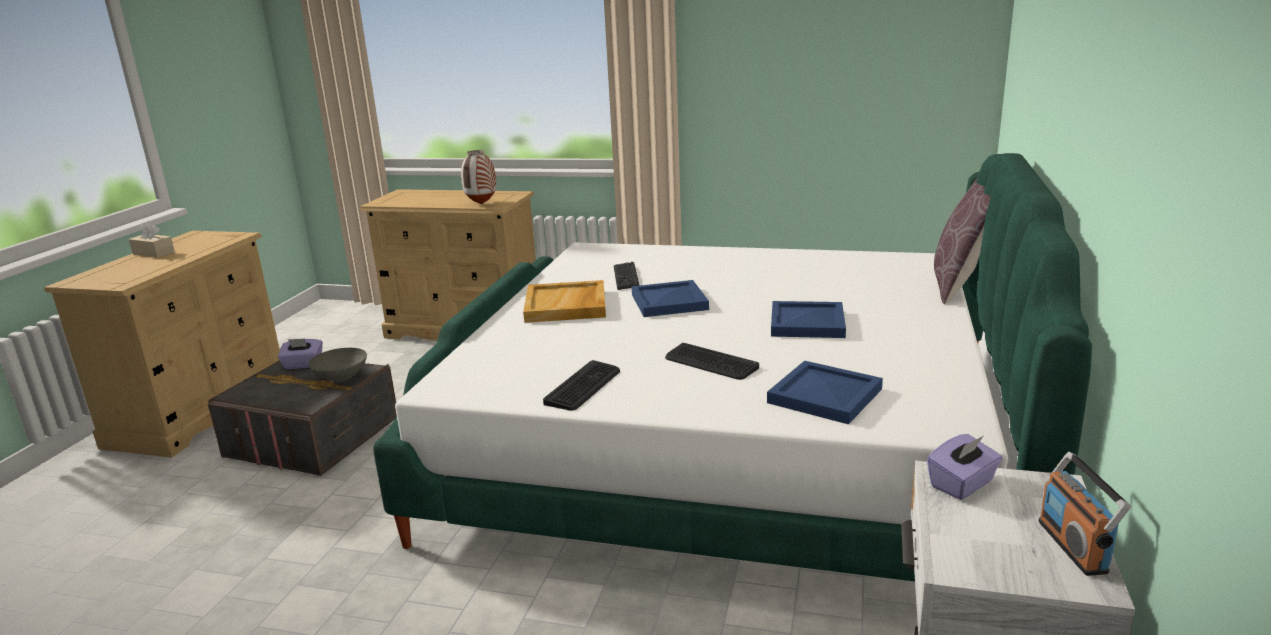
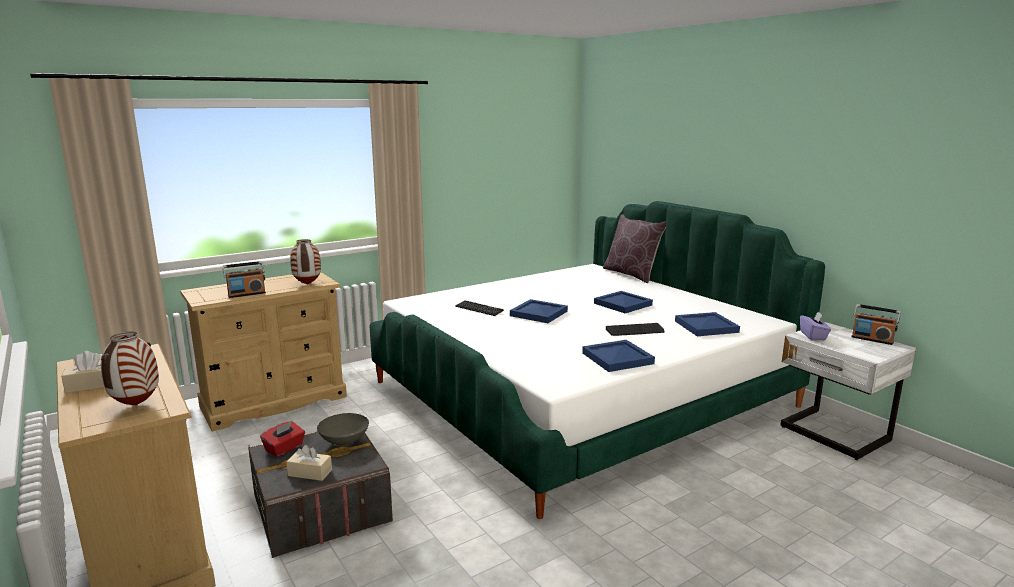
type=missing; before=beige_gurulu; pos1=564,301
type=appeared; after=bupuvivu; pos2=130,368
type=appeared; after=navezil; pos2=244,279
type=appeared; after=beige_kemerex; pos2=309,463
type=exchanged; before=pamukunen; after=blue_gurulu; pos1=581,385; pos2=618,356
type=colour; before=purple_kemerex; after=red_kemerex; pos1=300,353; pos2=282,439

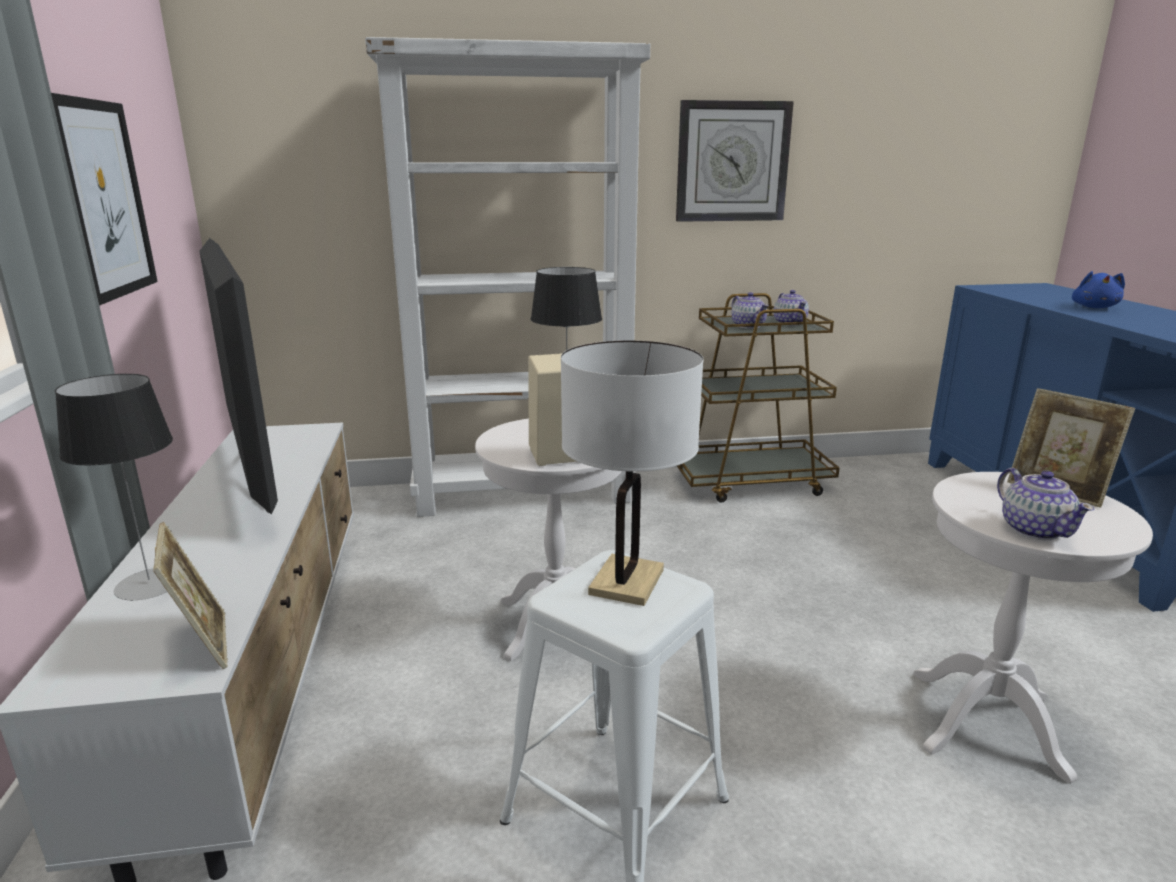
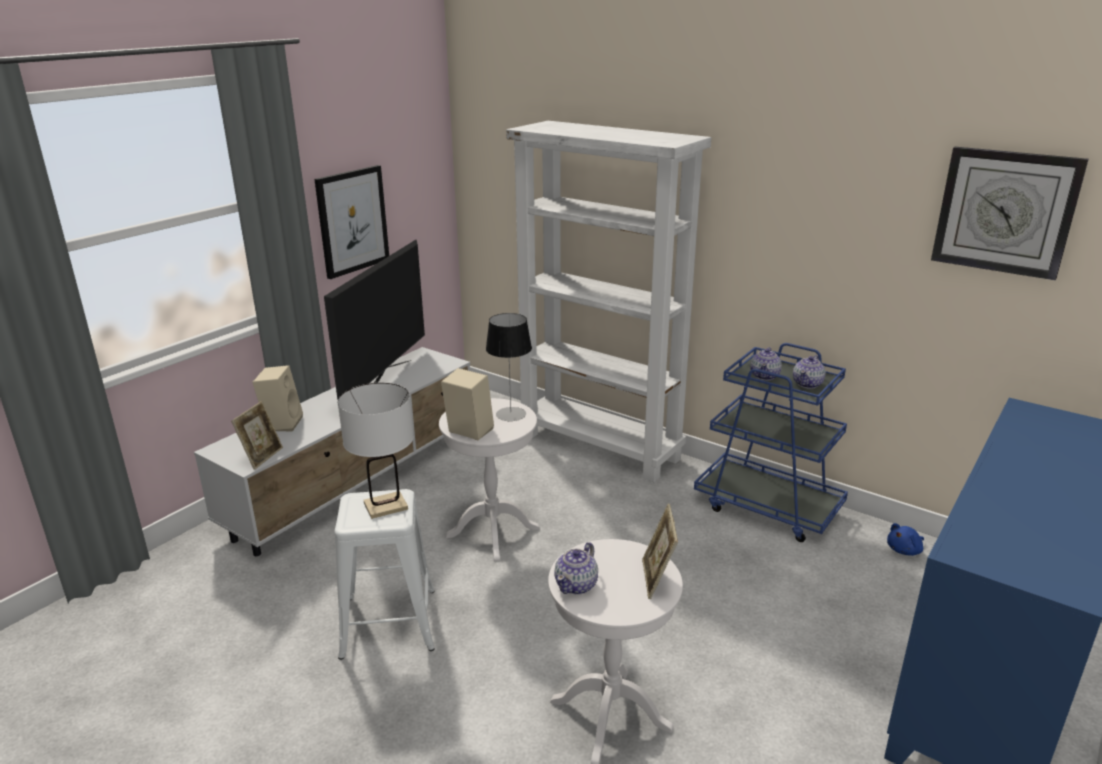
type=relocated; before=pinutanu; pos1=735,161; pos2=1010,214
type=relocated; before=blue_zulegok; pos1=1098,289; pos2=905,539
type=exchanged; before=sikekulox; after=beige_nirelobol; pos1=114,487; pos2=277,398
type=colour; before=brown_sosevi; after=blue_sosevi; pos1=758,398; pos2=771,442

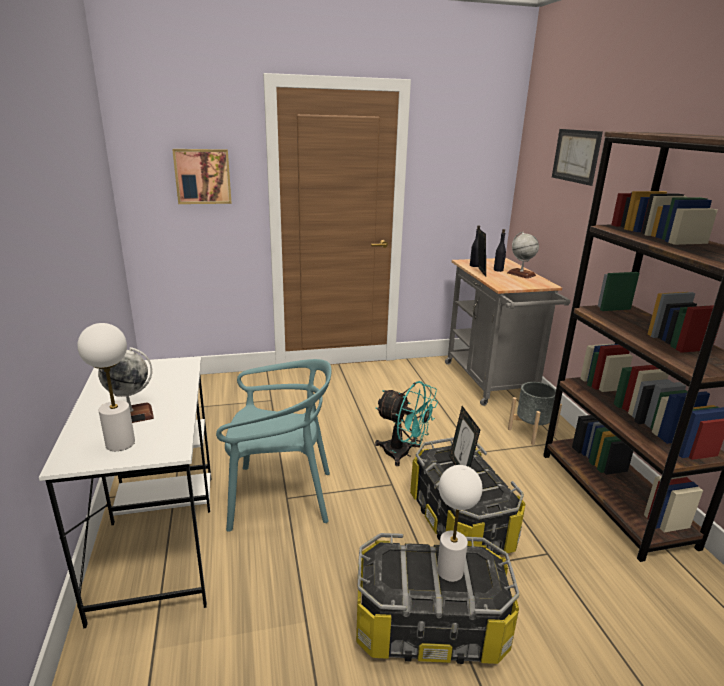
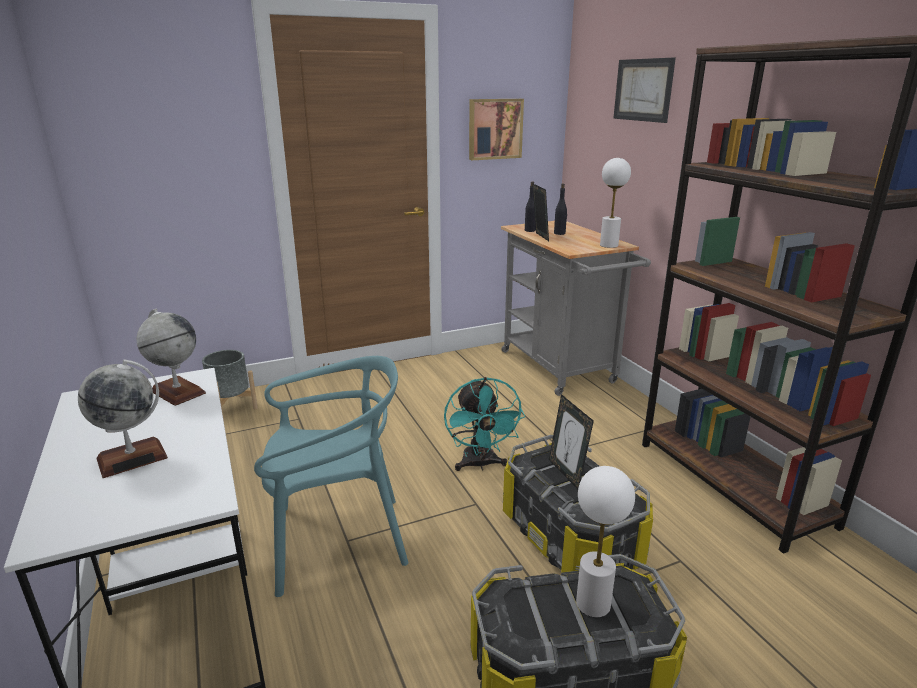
type=relocated; before=white_sikekulox; pos1=106,387; pos2=615,203
type=relocated; before=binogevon; pos1=202,176; pos2=496,129
type=relocated; before=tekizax; pos1=523,255; pos2=171,357
type=relocated; before=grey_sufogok; pos1=535,413; pos2=230,385
type=spun; before=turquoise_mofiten; pos1=406,423; pos2=484,424; turn=60

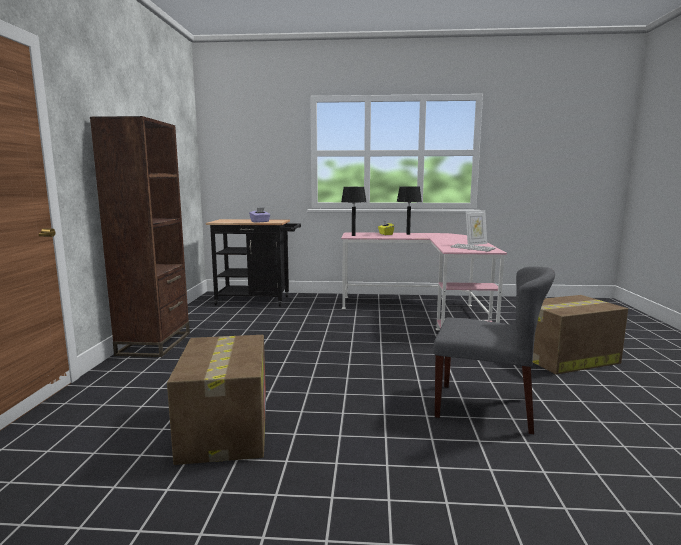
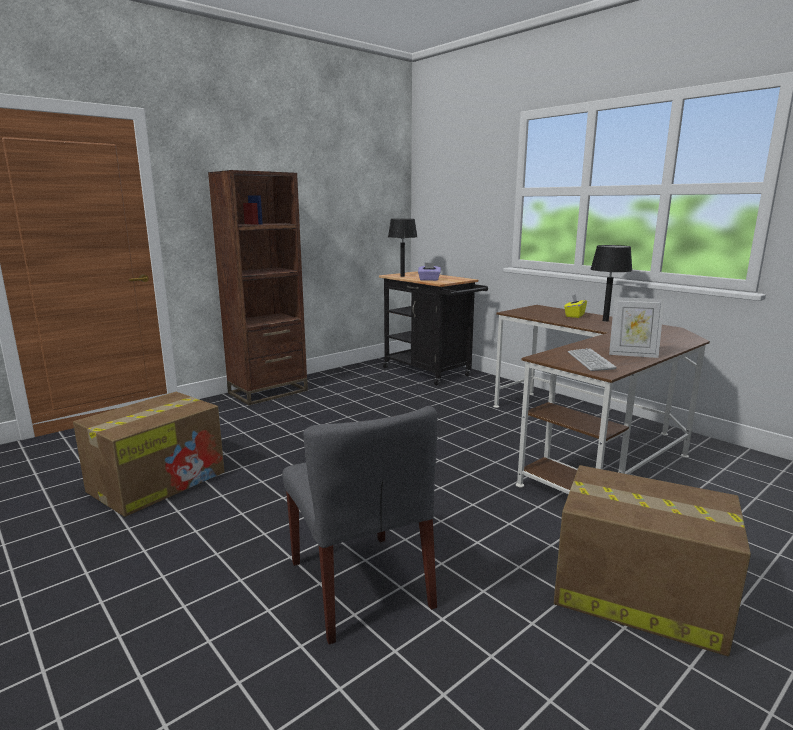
type=relocated; before=black_sikekulox; pos1=353,211; pos2=402,248
type=colour; before=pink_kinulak; after=brown_kinulak; pos1=424,281; pos2=601,399

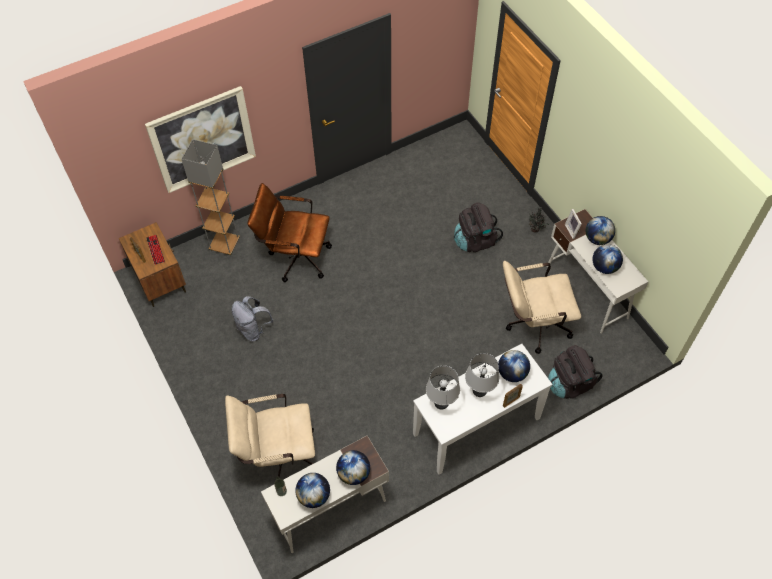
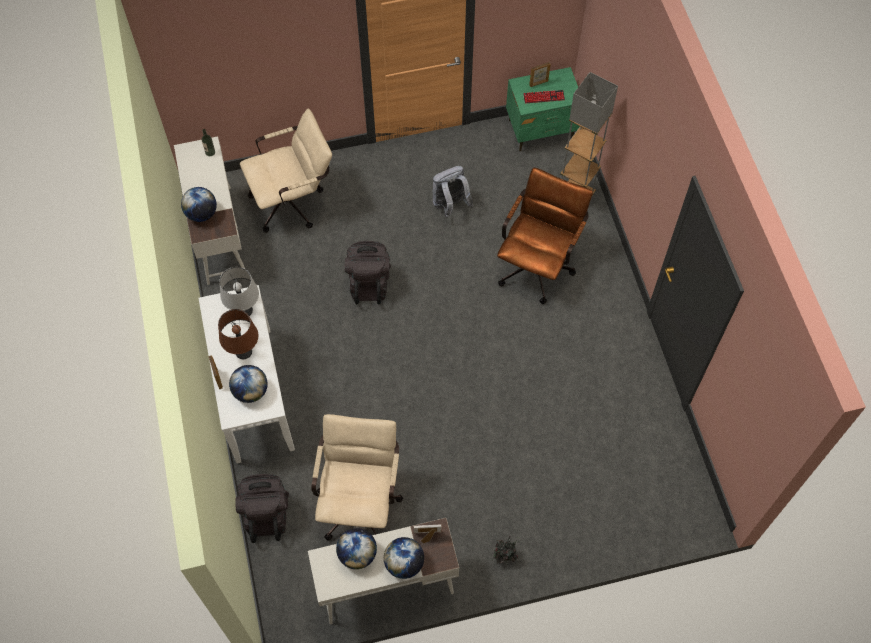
type=missing; before=binogevon; pos1=200,139
type=missing; before=tekizax; pos1=312,490
type=relocated; before=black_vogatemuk; pos1=478,227; pos2=368,272
type=colour; before=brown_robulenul; after=green_robulenul; pos1=152,264; pos2=543,109
type=colour; before=grey_sikekulox; after=brown_sikekulox; pos1=482,375; pos2=238,334
type=spun; before=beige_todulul; pos1=270,436; pos2=286,171; turn=60

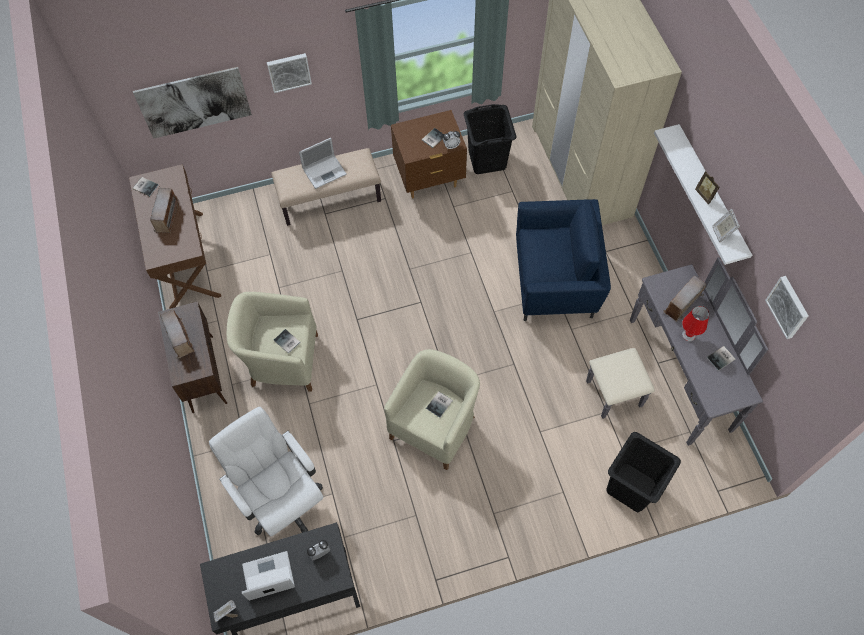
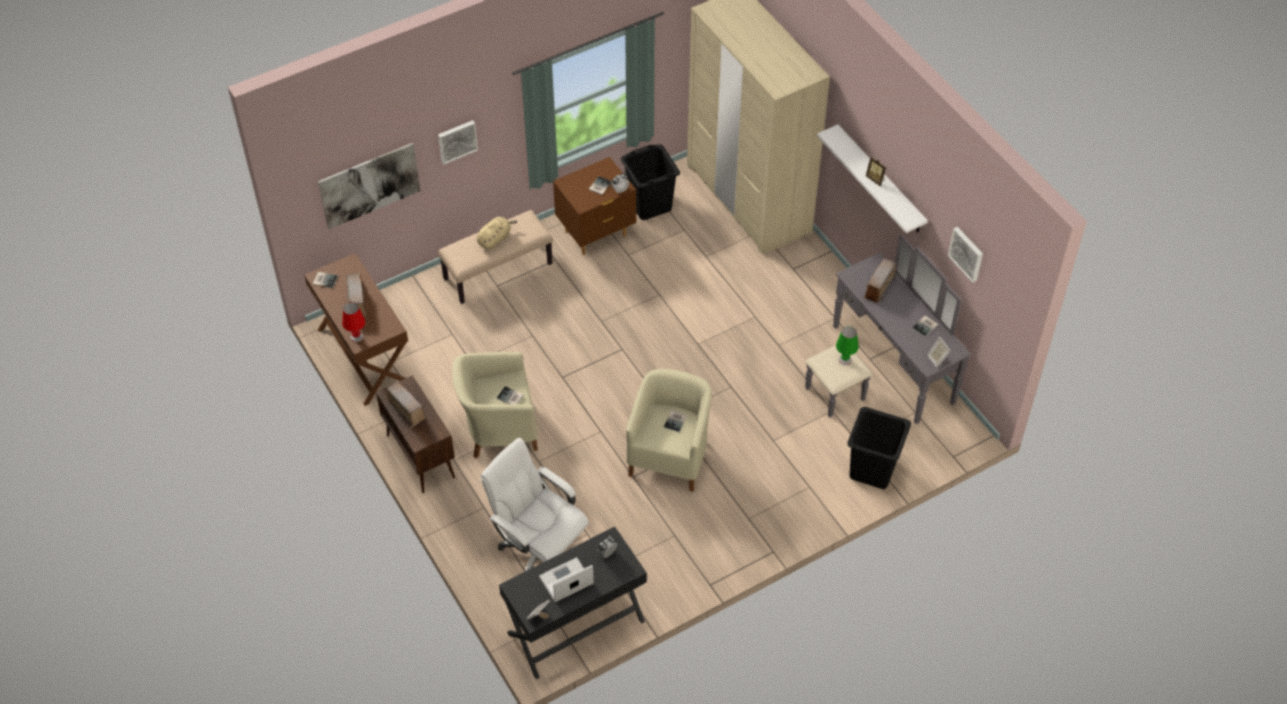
type=missing; before=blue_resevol; pos1=563,260
type=appeared; after=green_sikekulox; pos2=847,345
type=relocated; before=red_sikekulox; pos1=695,324; pos2=353,322
type=relocated; before=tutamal; pos1=726,225; pos2=939,352
type=exchanged; before=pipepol; after=beige_zulegok; pos1=323,163; pos2=497,233

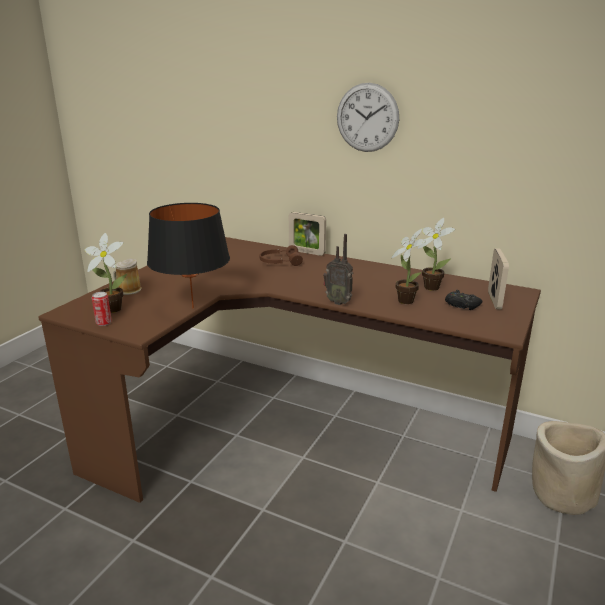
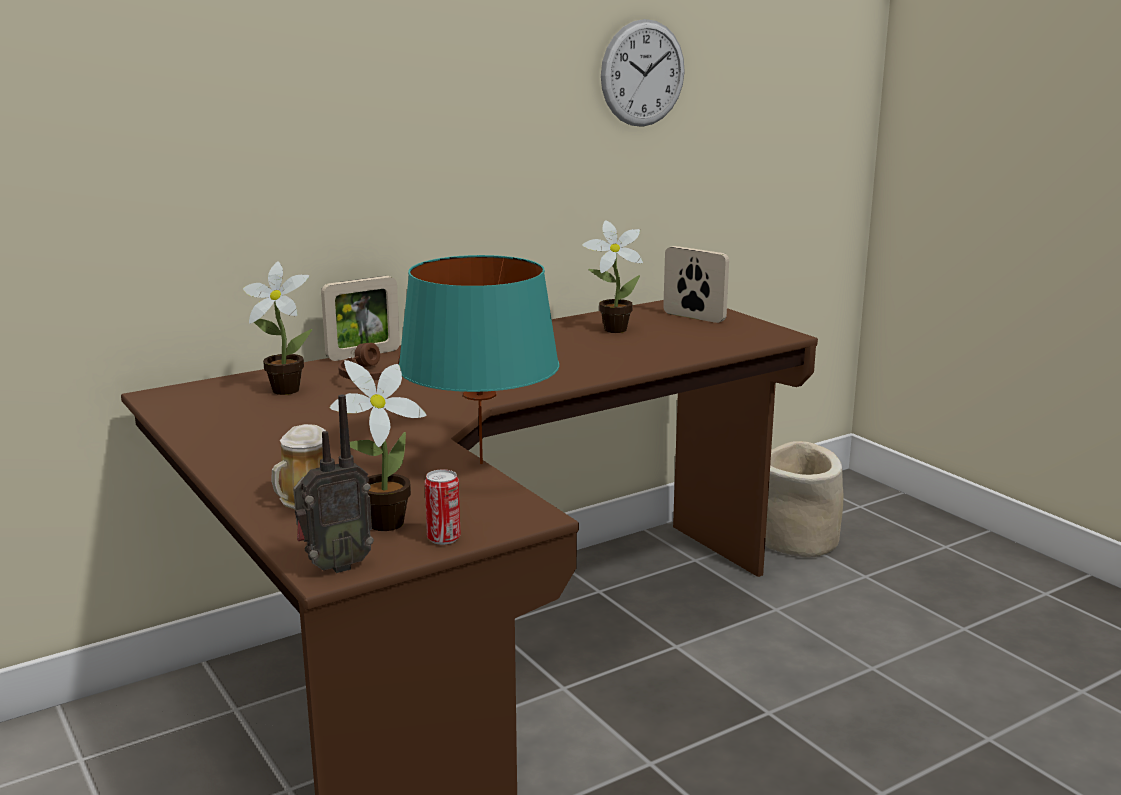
type=missing; before=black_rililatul; pos1=463,300
type=relocated; before=navezil; pos1=338,269; pos2=333,483
type=relocated; before=pinutanu; pos1=368,117; pos2=643,73
type=relocated; before=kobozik; pos1=408,266; pos2=277,328
type=colour; before=black_sikekulox; after=turquoise_sikekulox; pos1=188,256; pos2=479,359

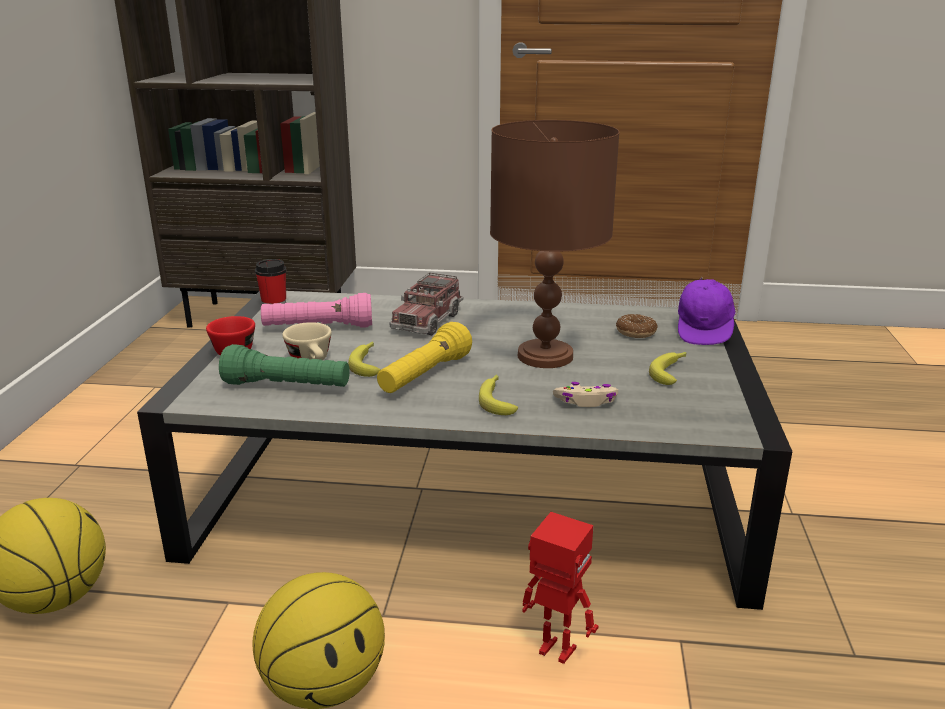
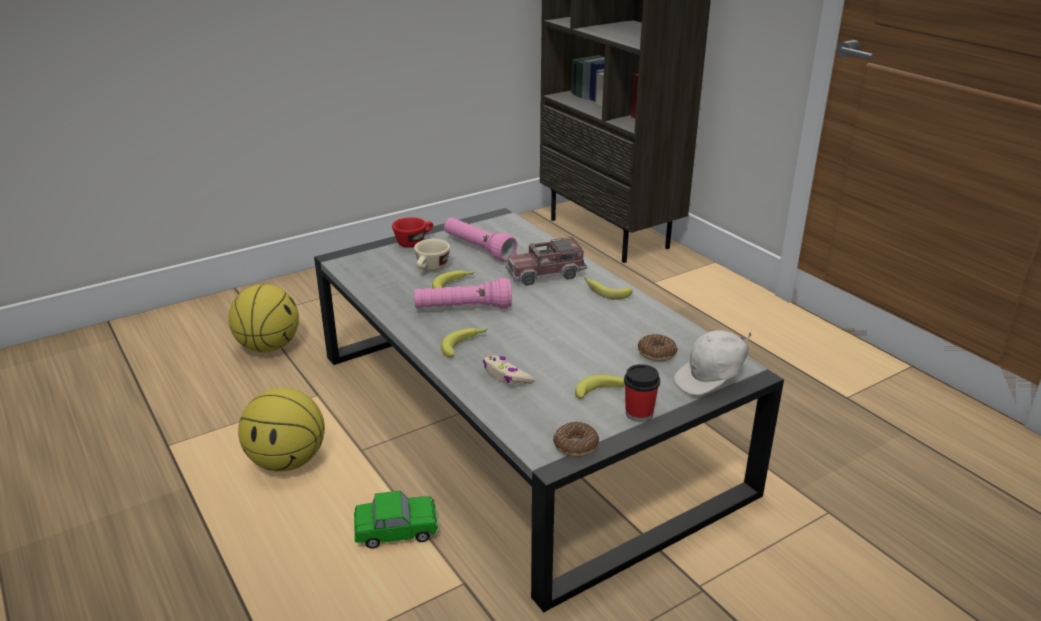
type=missing; before=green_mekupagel; pos1=284,365
type=missing; before=brown_sikekulox; pos1=555,244
type=appeared; after=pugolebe; pos2=576,439
type=appeared; after=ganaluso; pos2=608,288
type=relocated; before=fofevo; pos1=271,281; pos2=642,393
type=exchanged; before=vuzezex; after=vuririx; pos1=560,588; pos2=396,520
type=colour; before=yellow_mekupagel; after=pink_mekupagel; pos1=424,357; pos2=463,293
type=colour; before=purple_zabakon; after=white_zabakon; pos1=706,310; pos2=712,362

